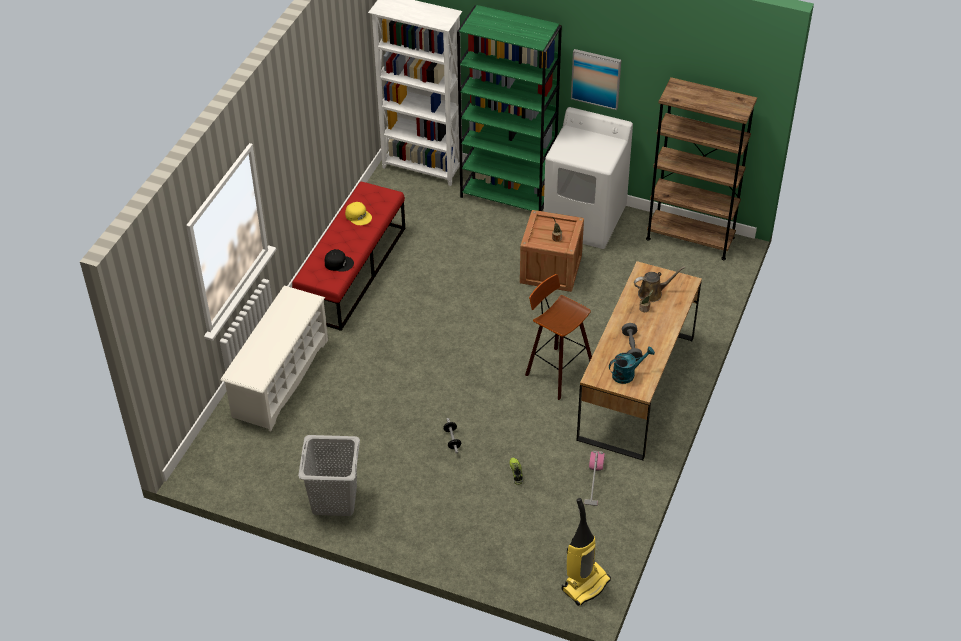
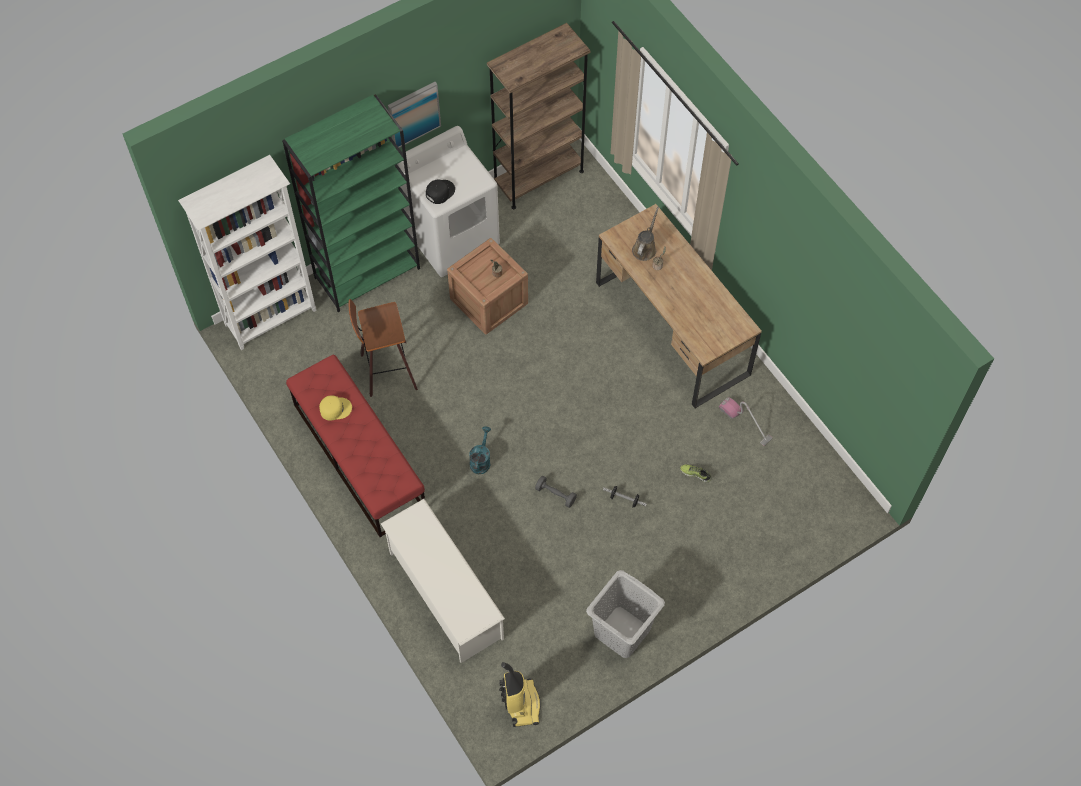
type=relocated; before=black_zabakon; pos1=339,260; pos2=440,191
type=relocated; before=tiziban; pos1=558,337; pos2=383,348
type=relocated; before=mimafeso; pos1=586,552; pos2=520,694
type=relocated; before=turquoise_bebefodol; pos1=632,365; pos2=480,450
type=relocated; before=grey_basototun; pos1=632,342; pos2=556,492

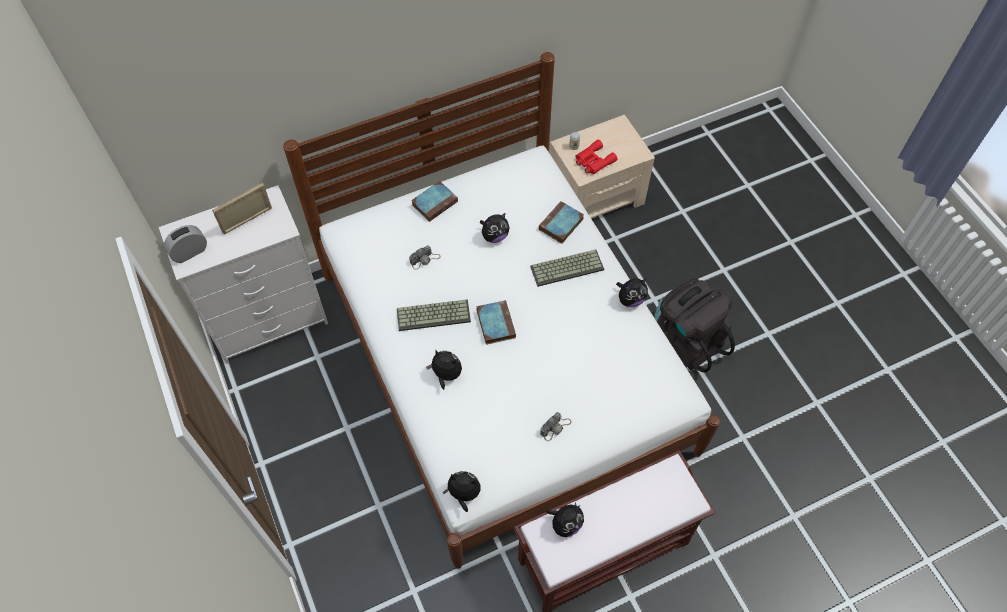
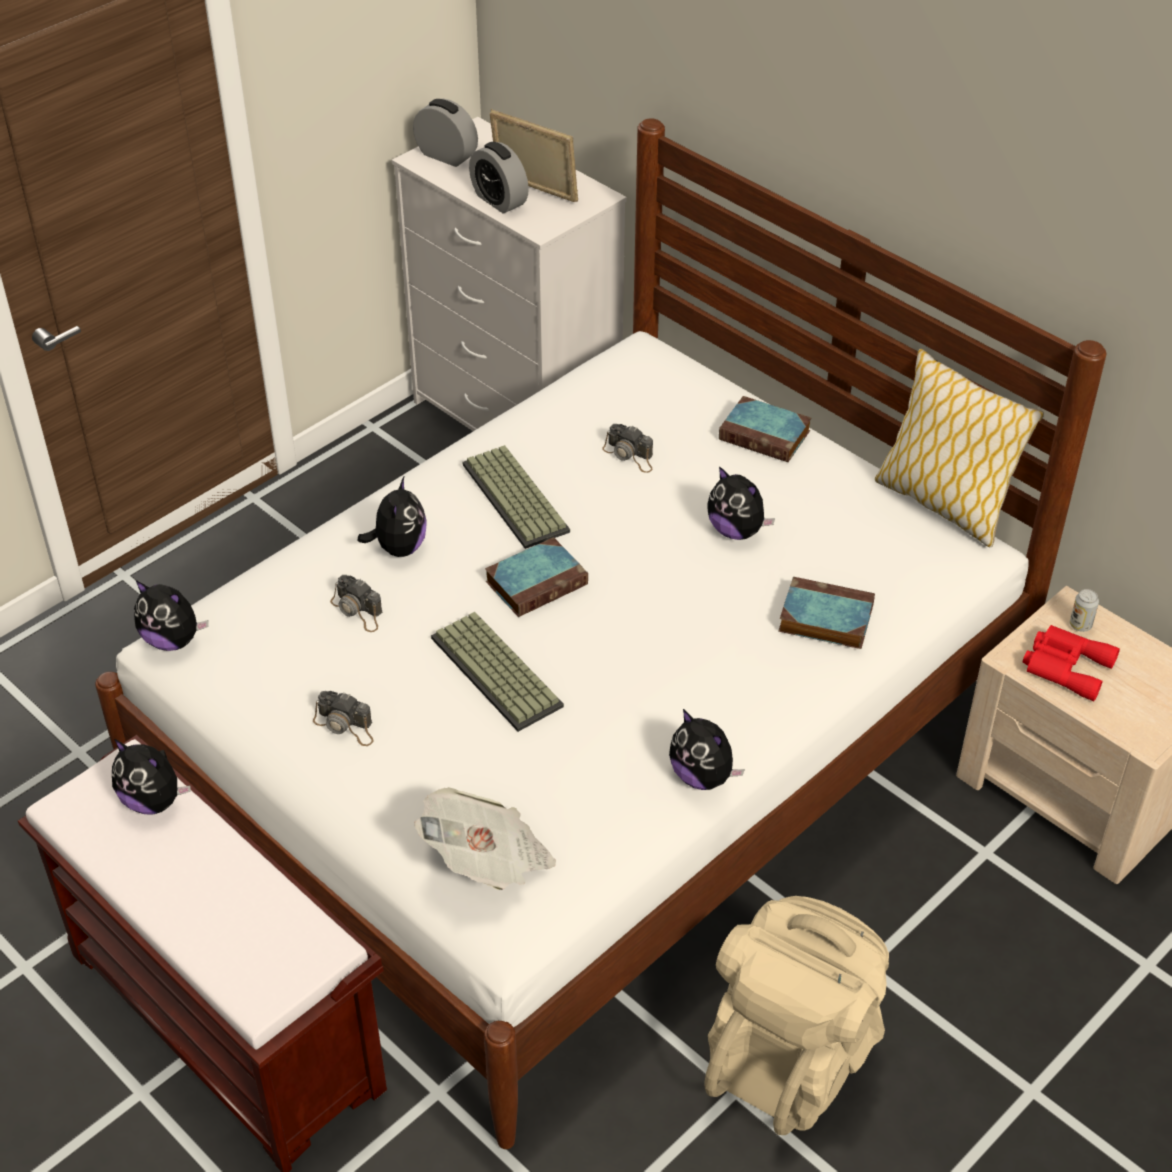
type=appeared; after=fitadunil; pos2=356,603
type=appeared; after=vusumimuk; pos2=485,838
type=appeared; after=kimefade; pos2=499,178
type=appeared; after=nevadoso; pos2=959,448
type=relocated; before=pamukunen; pos1=567,268; pos2=497,672
type=colour; before=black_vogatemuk; after=beige_vogatemuk; pos1=694,325; pos2=796,1015
type=spun; before=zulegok; pos1=462,491; pos2=171,616; turn=120

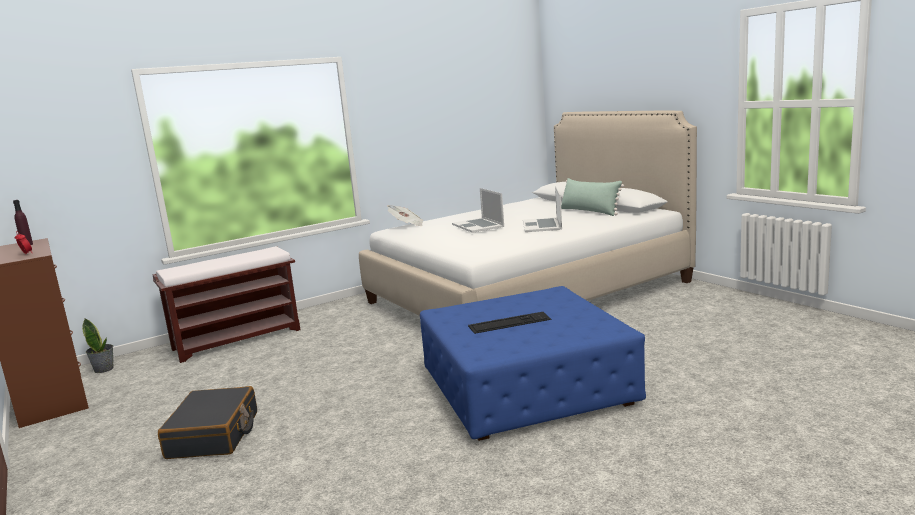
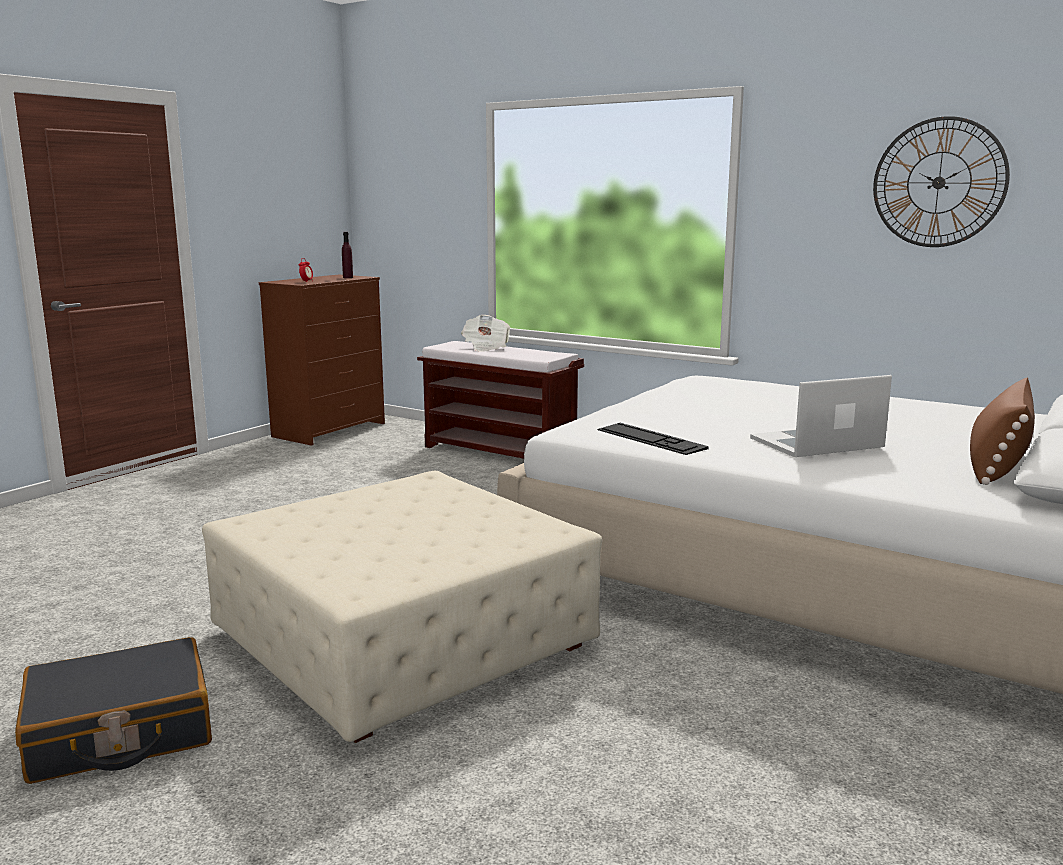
type=missing; before=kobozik; pos1=98,345
type=missing; before=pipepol; pos1=478,210
type=appeared; after=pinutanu; pos2=941,181
type=relocated; before=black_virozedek; pos1=207,422; pos2=113,710
type=relocated; before=vusumimuk; pos1=405,215; pos2=485,333
type=relocated; before=pamukunen; pos1=509,323; pos2=653,439
type=colour; before=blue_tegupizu; after=beige_tegupizu; pos1=533,363; pos2=402,607
type=colour; before=green_nevadoso; after=brown_nevadoso; pos1=592,197; pos2=1002,431

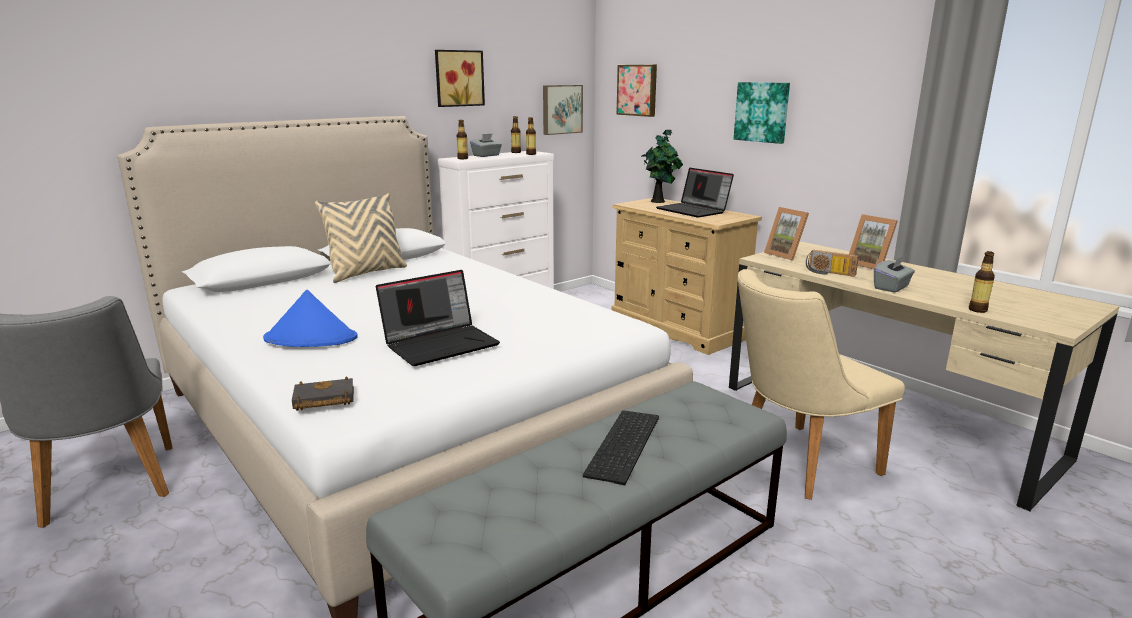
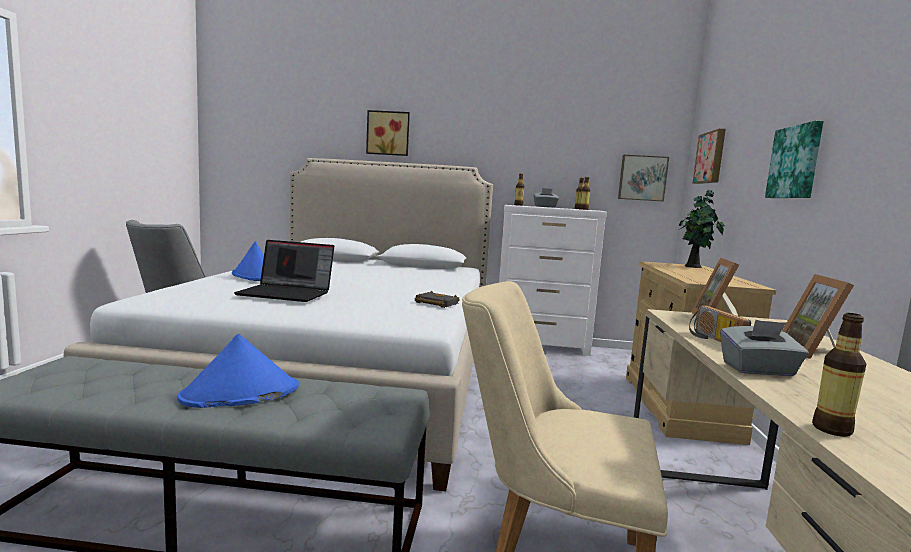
type=missing; before=beige_nevadoso; pos1=361,238
type=missing; before=pipepol; pos1=695,193
type=relocated; before=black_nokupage; pos1=323,394; pos2=437,299
type=relocated; before=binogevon; pos1=460,78; pos2=388,133
type=exchanged; before=pamukunen; after=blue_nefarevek; pos1=621,447; pos2=238,371

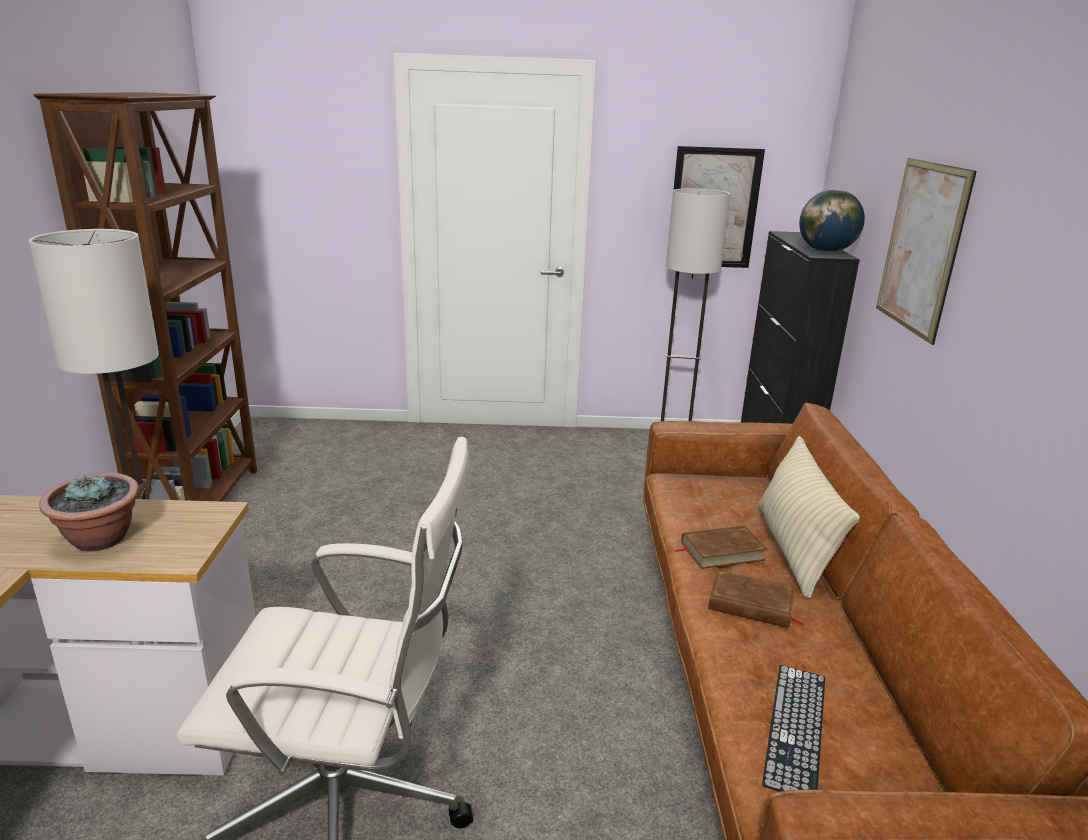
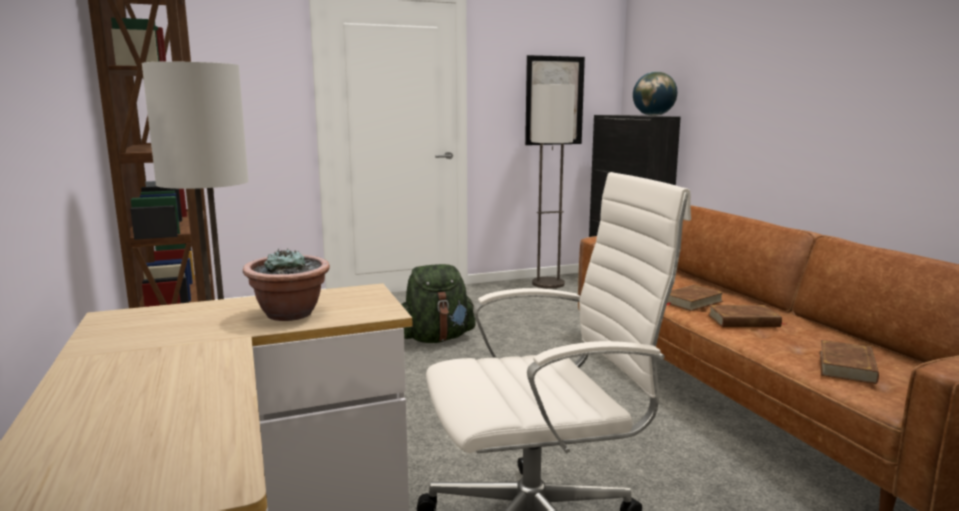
type=missing; before=beige_nevadoso; pos1=809,517
type=missing; before=binogevon; pos1=926,251
type=appeared; after=green_vogatemuk; pos2=438,303
type=exchanged; before=pamukunen; after=brown_nokupage; pos1=793,728; pos2=849,362

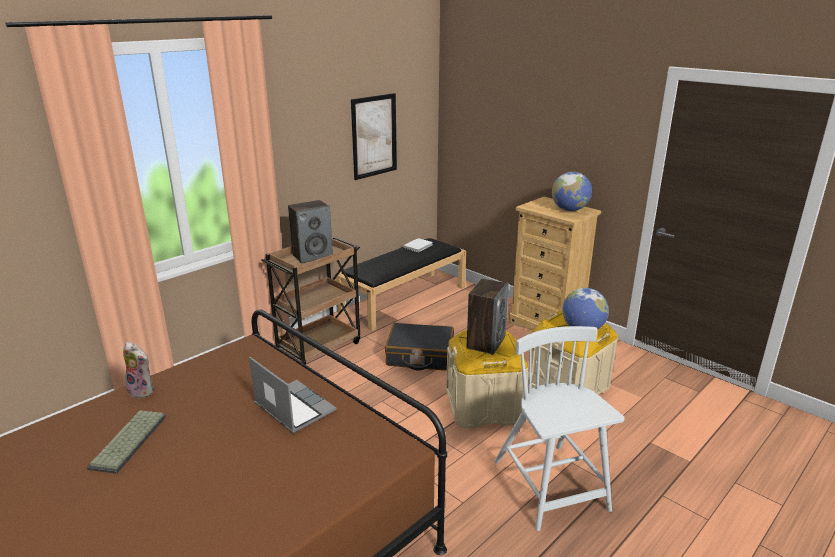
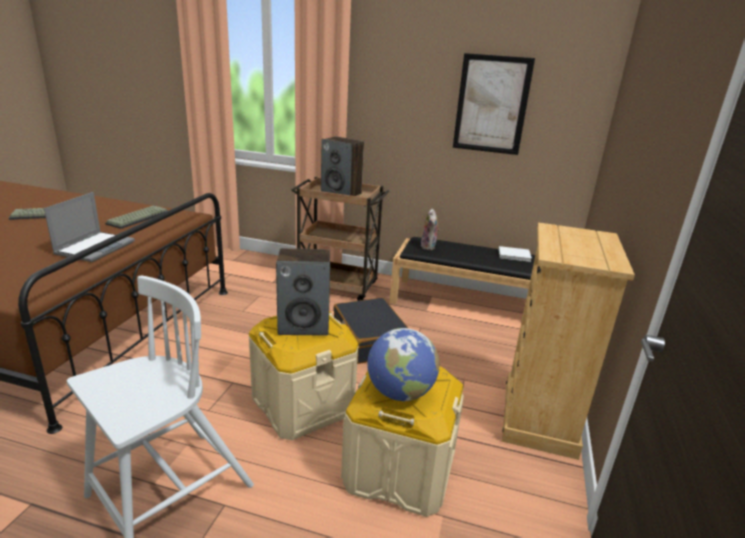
type=missing; before=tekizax; pos1=572,191
type=appeared; after=pamukunen; pos2=136,217
type=relocated; before=zulegok; pos1=138,370; pos2=430,229

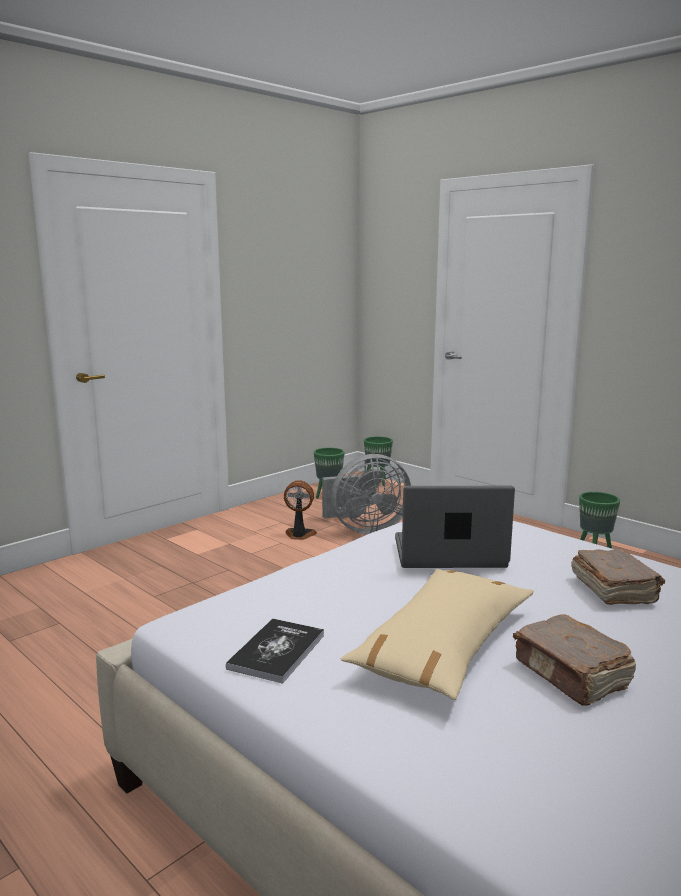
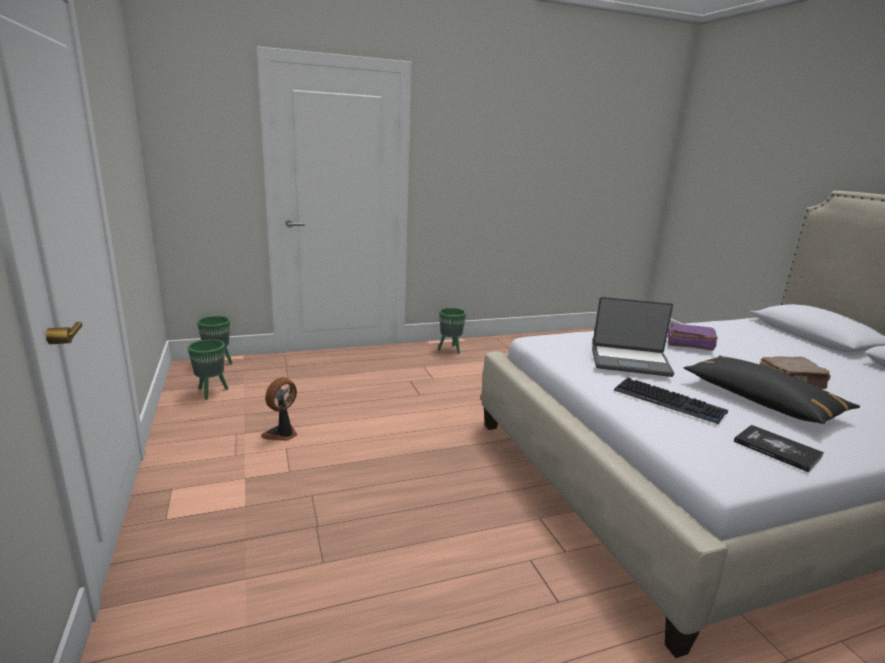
type=missing; before=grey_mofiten; pos1=366,494
type=appeared; after=pamukunen; pos2=670,400
type=colour; before=beige_nevadoso; after=black_nevadoso; pos1=437,634; pos2=771,390
type=colour; before=brown_nokupage; after=purple_nokupage; pos1=618,576; pos2=692,337
type=spun; before=pipepol; pos1=455,527; pos2=633,337; turn=-105

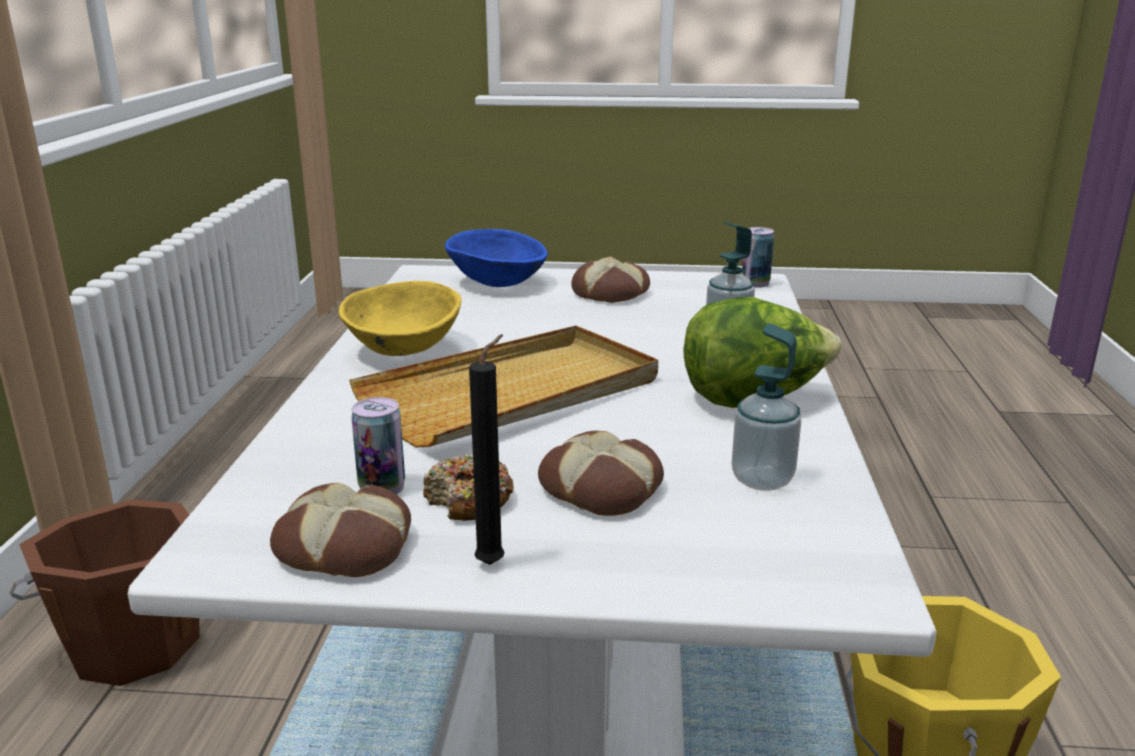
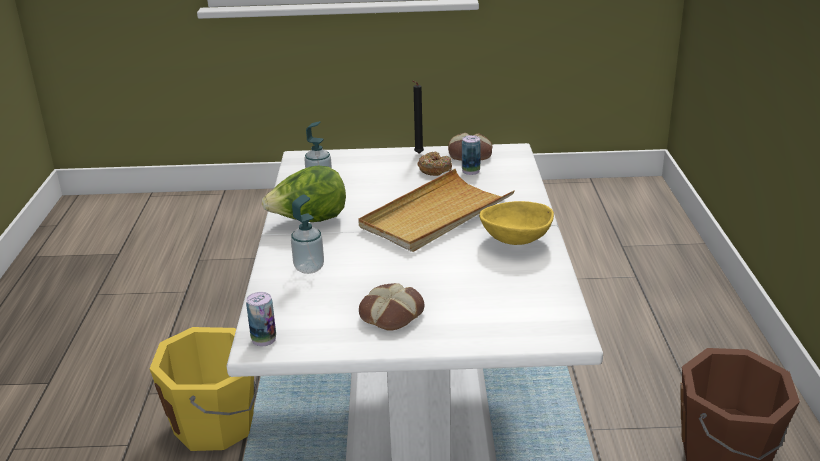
type=missing; before=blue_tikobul; pos1=496,258
type=missing; before=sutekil; pos1=601,473

